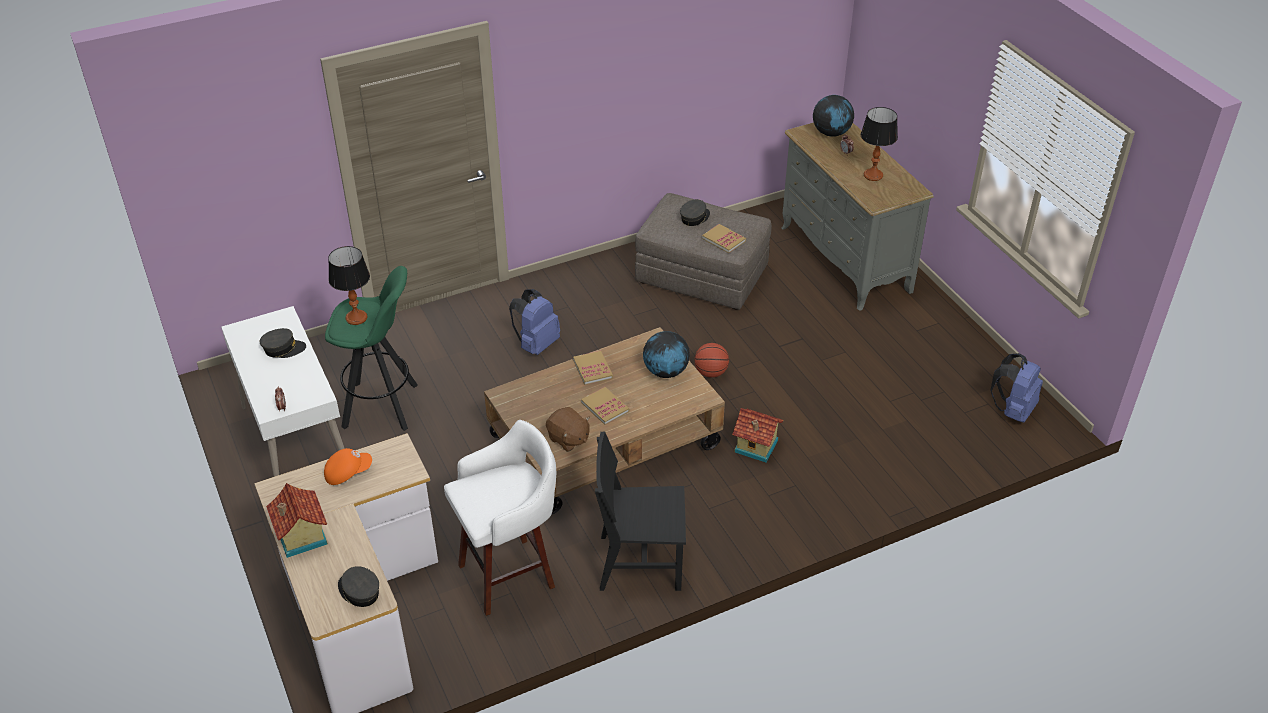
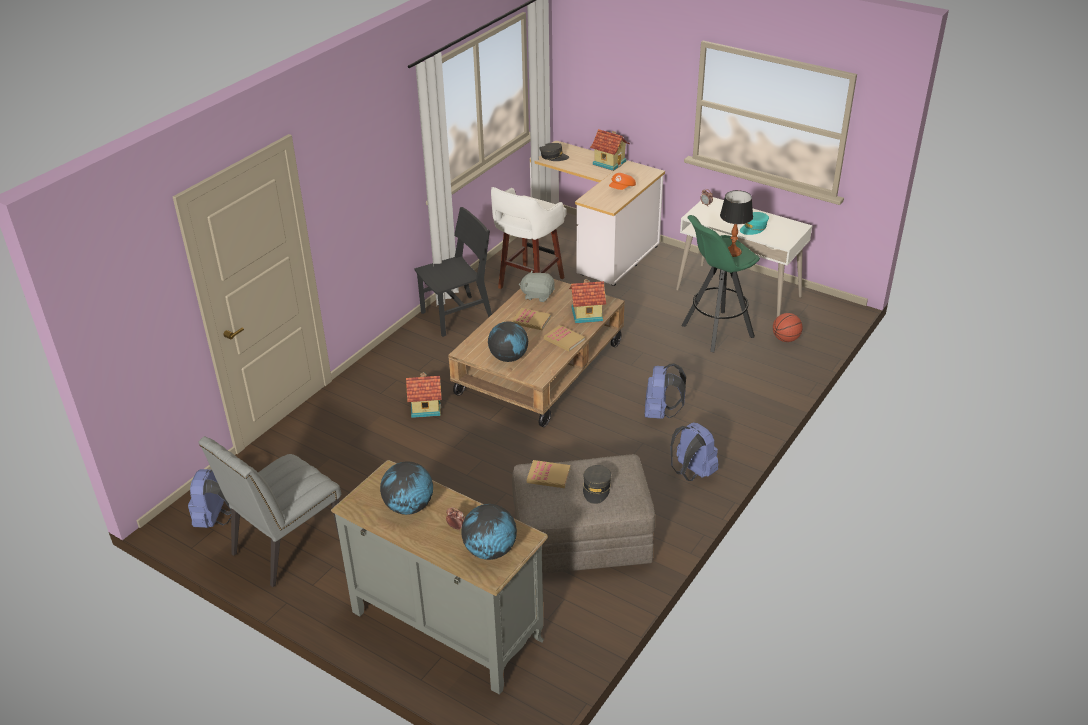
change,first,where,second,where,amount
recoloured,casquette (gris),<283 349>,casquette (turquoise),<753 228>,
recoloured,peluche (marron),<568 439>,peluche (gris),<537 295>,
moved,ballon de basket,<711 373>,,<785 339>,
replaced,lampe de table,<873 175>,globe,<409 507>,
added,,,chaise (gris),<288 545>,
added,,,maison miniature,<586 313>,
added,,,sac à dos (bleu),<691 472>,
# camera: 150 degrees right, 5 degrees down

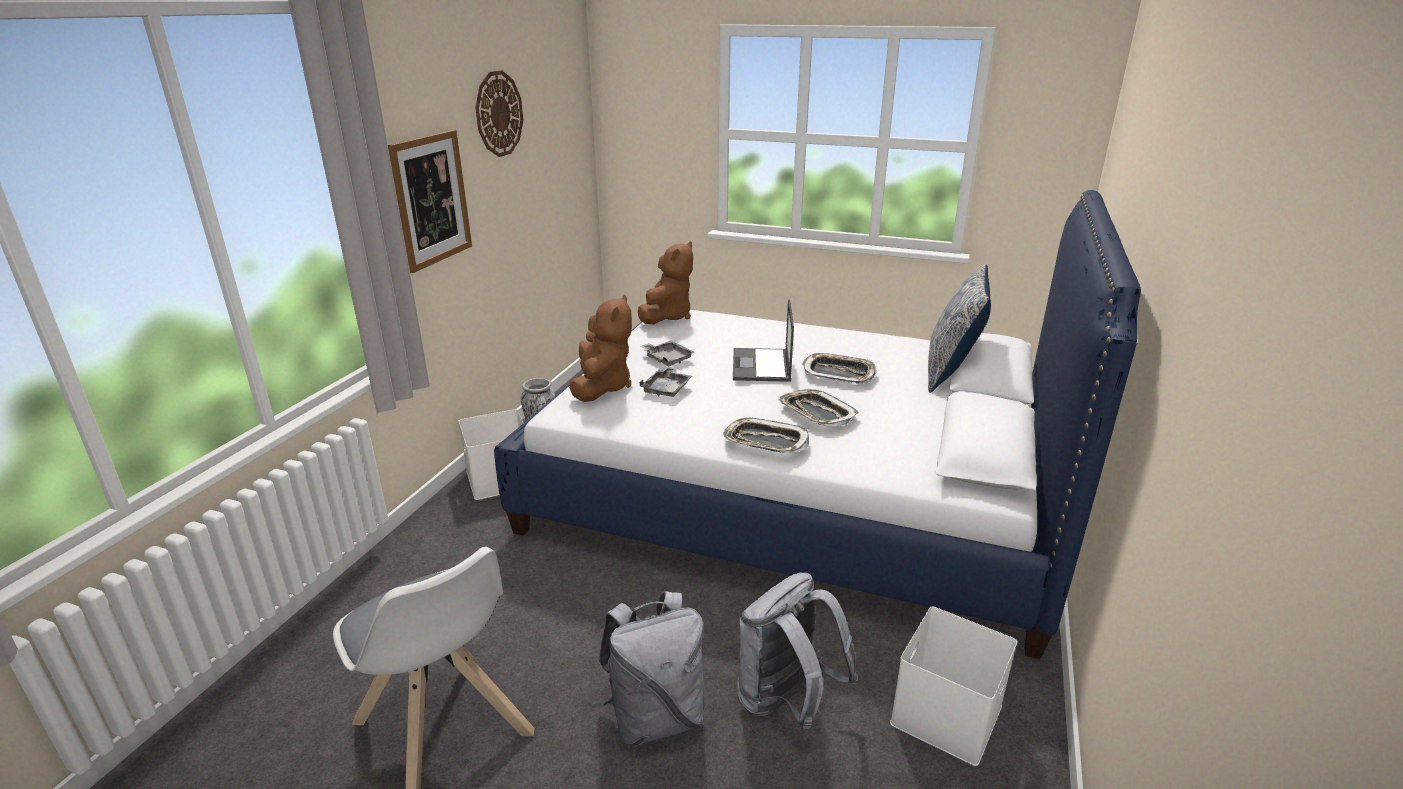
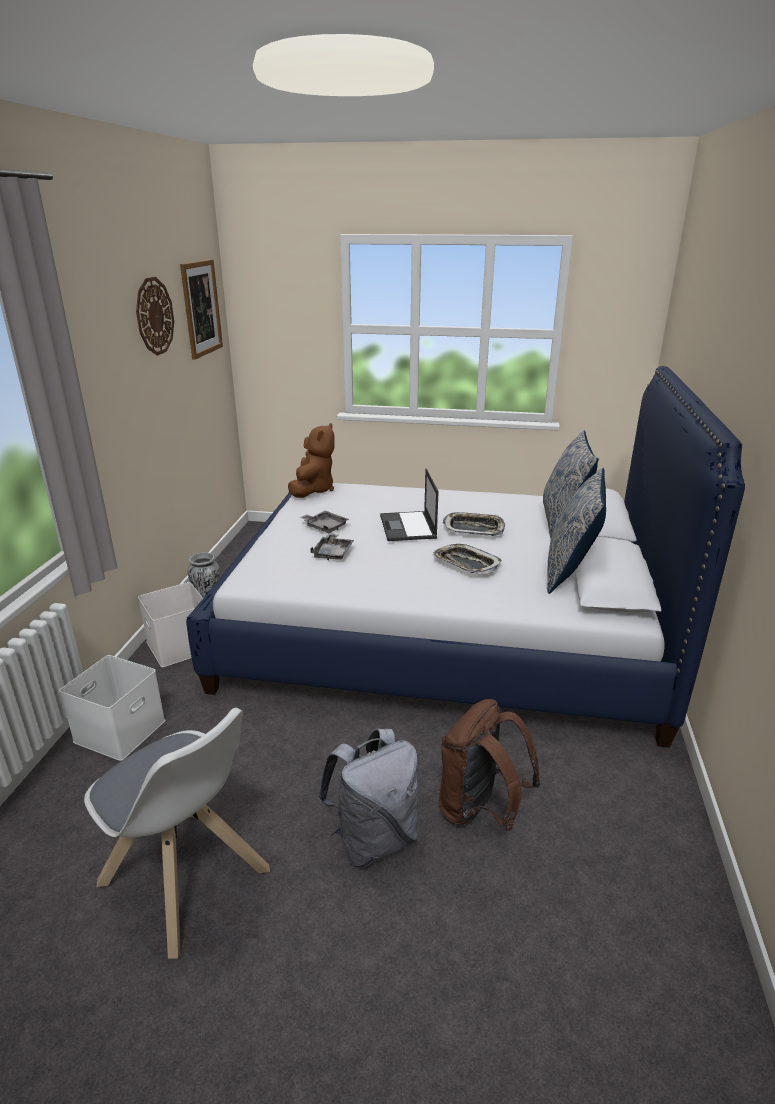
change,first,where,second,where,amount
moved,tableau,<431 199>,,<201 308>,
removed,peluche (marron),<602 387>,,,
removed,plateau,<765 442>,,,
recoloured,sac à dos (gris),<786 702>,sac à dos (marron),<480 811>,
moved,boîte de rangement (blanc),<945 712>,,<120 729>,
added,,,coussin,<570 571>,
# camera: 10 degrees left, 0 degrees up

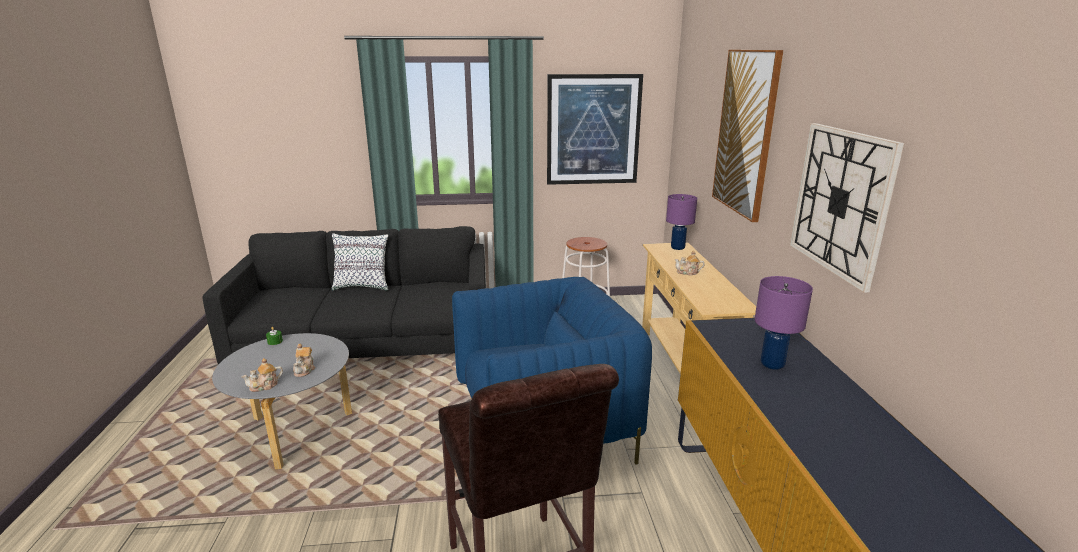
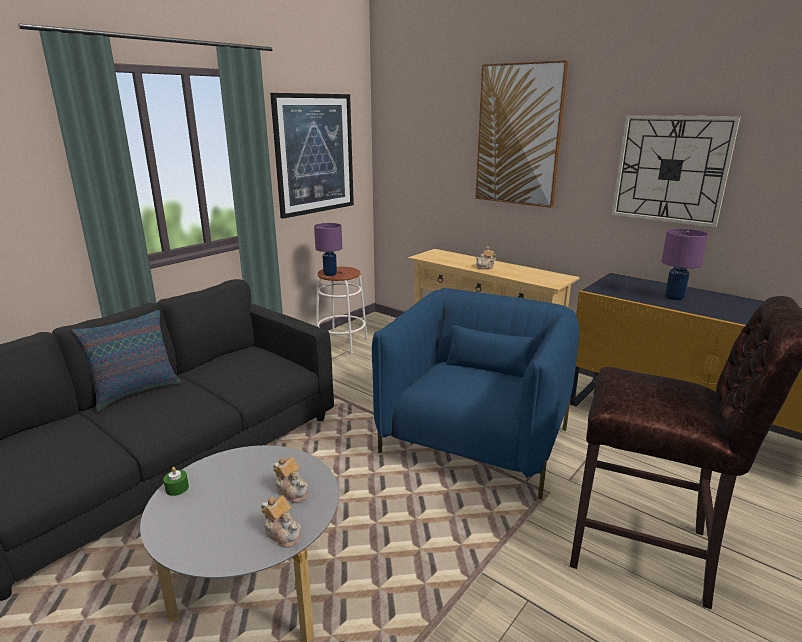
change,first,where,second,where,amount
turned,théière,<265 386>,,<283 533>,60 degrees counterclockwise
recoloured,coussin (blanc),<362 287>,coussin (bleu),<136 392>,
moved,lampe de table (violet),<678 248>,,<331 274>,
# camera: 45 degrees left, 0 degrees up

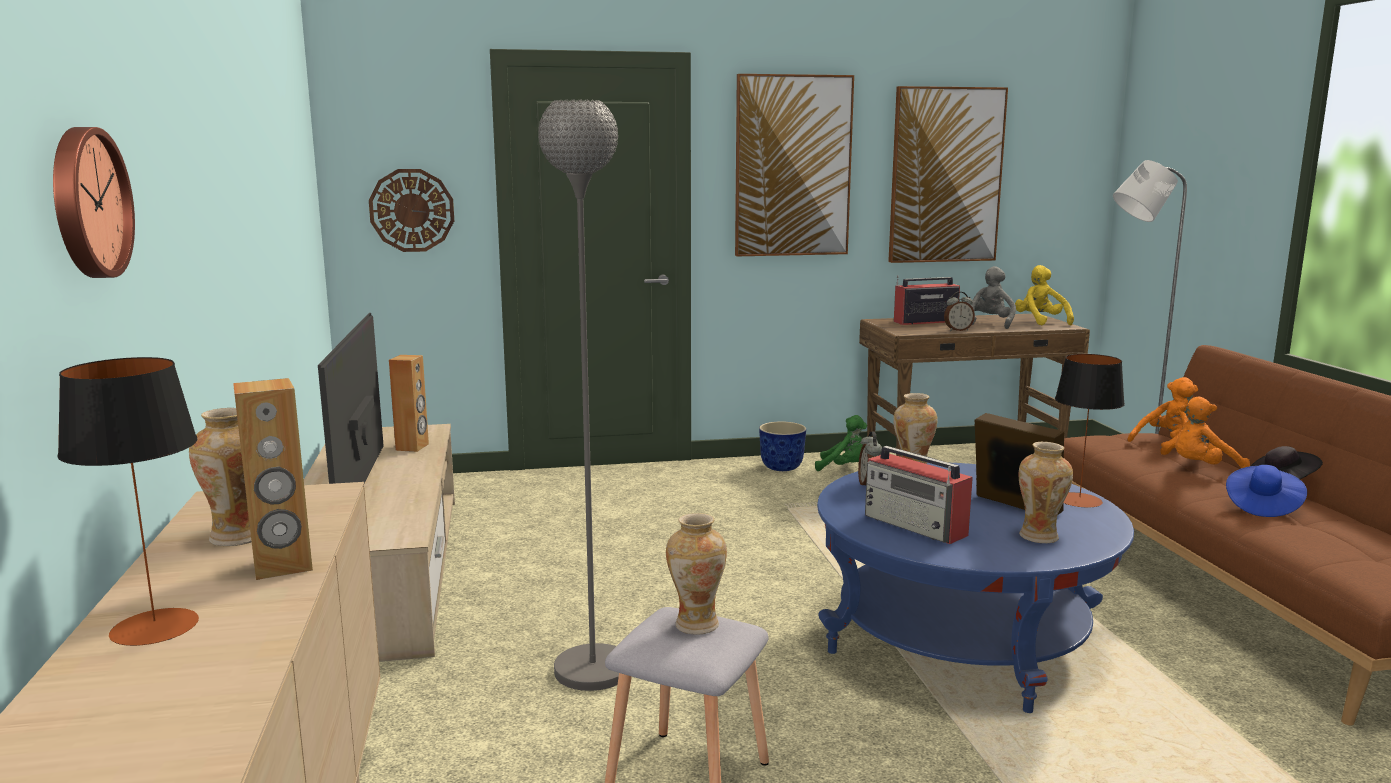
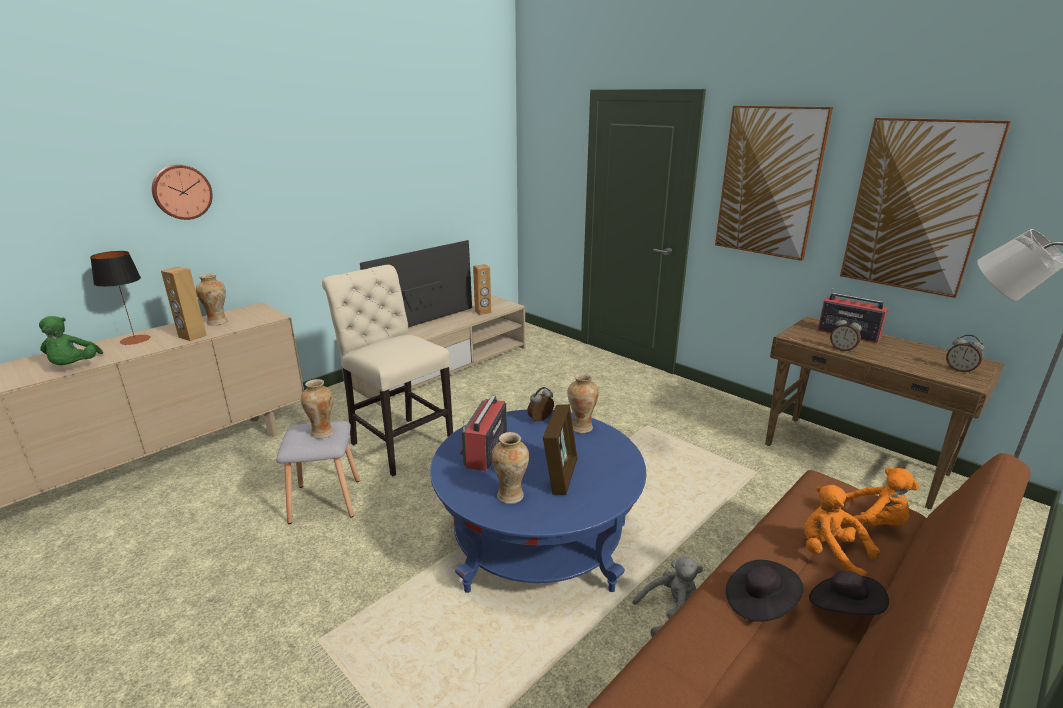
change,first,where,second,where,amount
removed,horloge murale,<412 210>,,,
replaced,lampadaire (gris),<592 670>,tabouret (beige),<399 443>,
removed,cache-pot,<782 468>,,,
moved,peluche (vert),<844 468>,,<74 367>,
moved,peluche (gris),<989 323>,,<669 613>,
replaced,peluche (jaune),<1040 322>,réveil,<960 370>,
removed,lampe de table,<1079 500>,,,
recoloured,chapeau (bleu),<1262 506>,chapeau (noir),<759 602>,
# camera: 55 degrees right, 10 degrees up

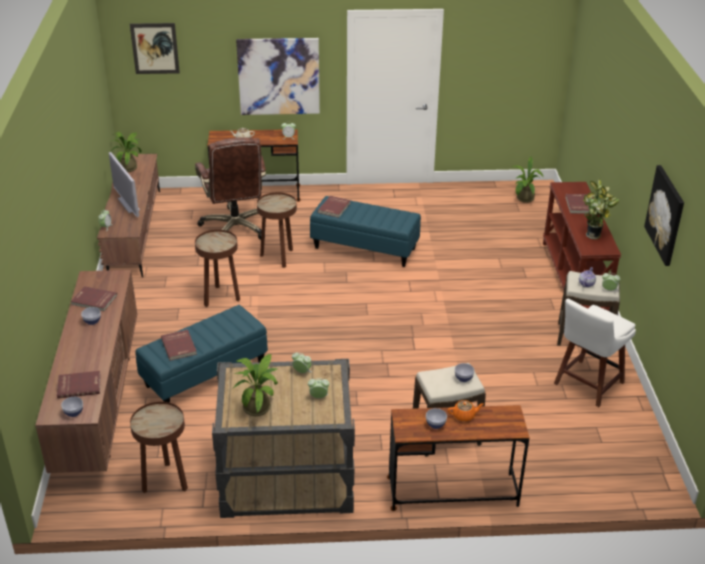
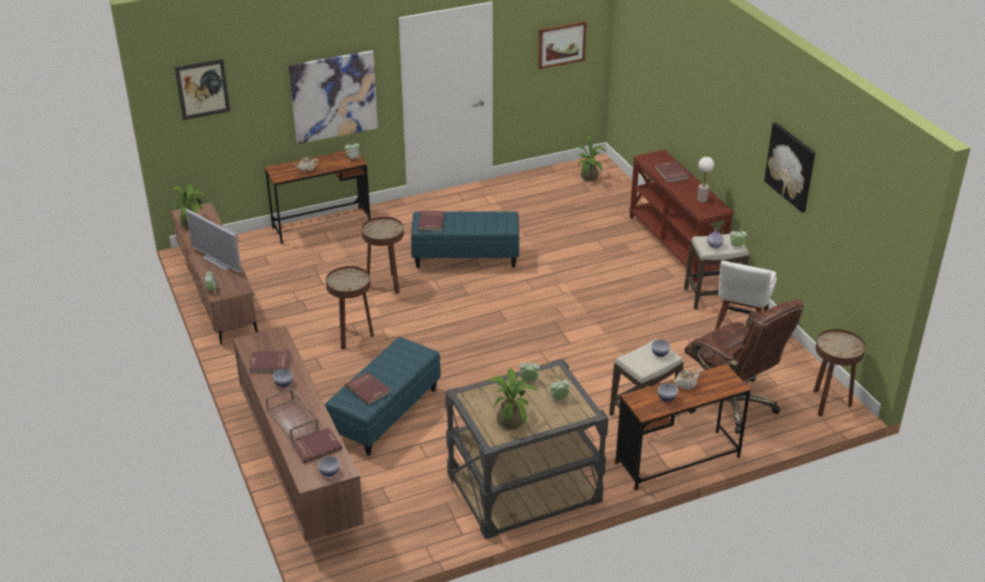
change,first,where,second,where,amount
moved,table d'appoint (marron),<165 482>,,<828 404>,
moved,chaise de bureau (marron),<235 226>,,<731 403>,
recoloured,théière (orange),<464 416>,théière (beige),<686 384>,
replaced,plante en pot,<595 236>,lampe de table,<702 199>,
added,,,plateau (marron),<293 420>,
added,,,tableau,<561 44>,
# camera: 20 degrees left, 0 degrees up

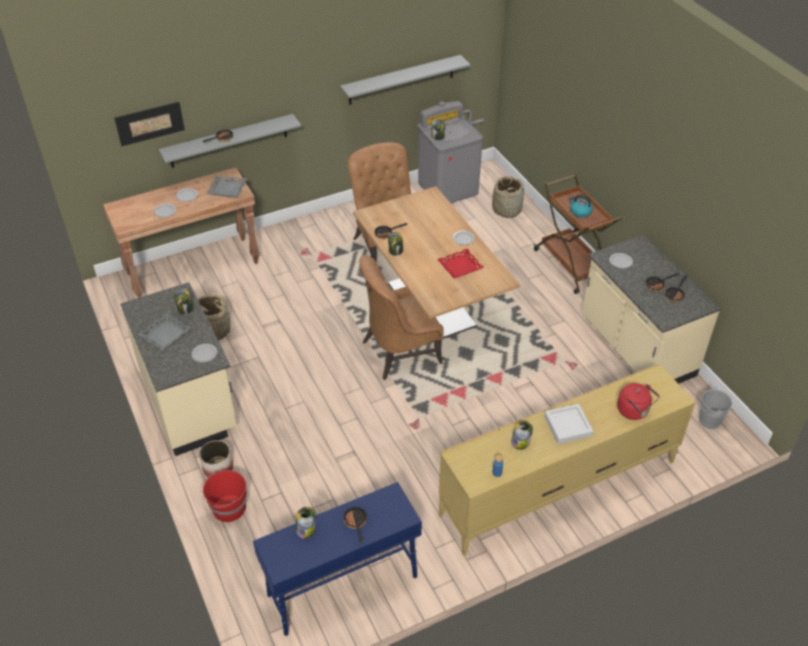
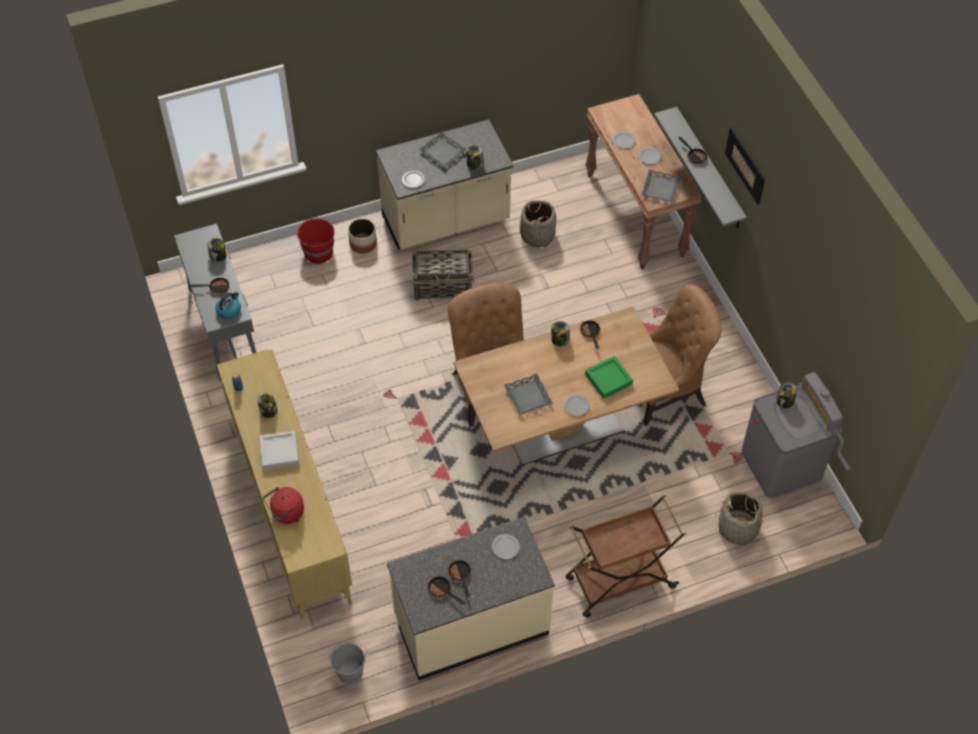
change,first,where,second,where,amount
moved,tableau,<150 123>,,<745 165>,
recoloured,table console (bleu),<342 585>,table console (gris),<225 328>,
removed,étagère (gris),<401 80>,,,
recoloured,plateau (rouge),<460 266>,plateau (gris),<528 396>,
moved,bouilloire,<580 212>,,<229 310>,
added,,,panier,<443 286>,
added,,,plateau (vert),<608 379>,
# camera: 95 degrees right, 10 degrees up

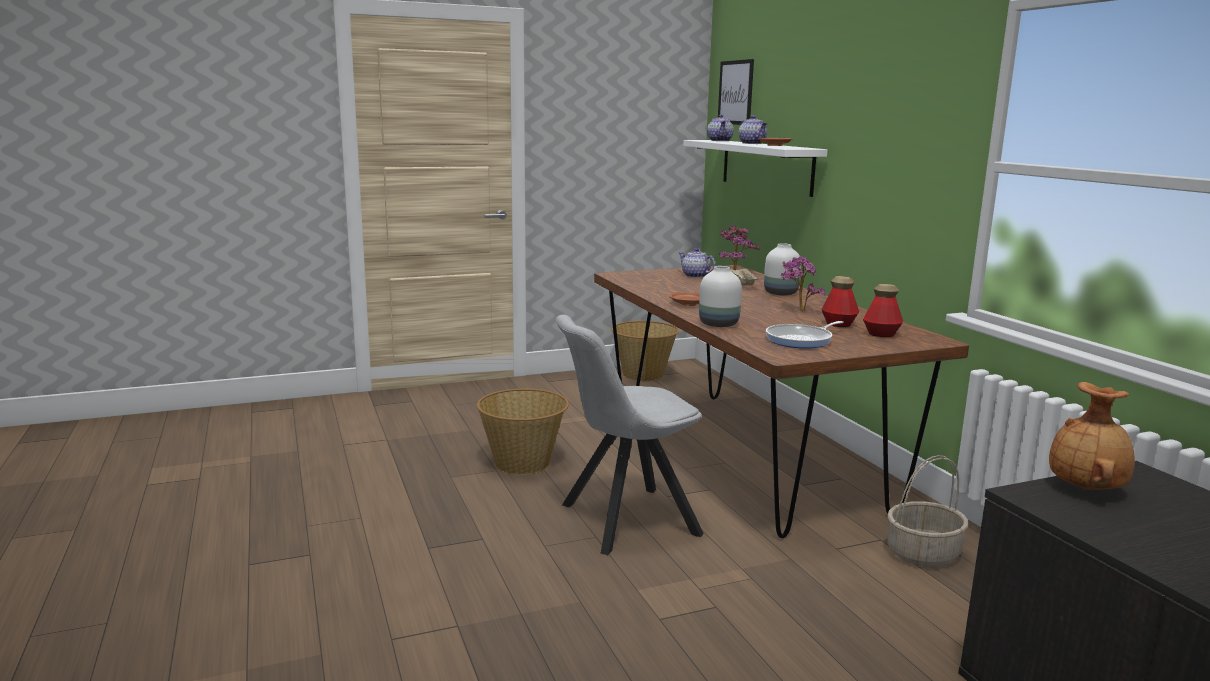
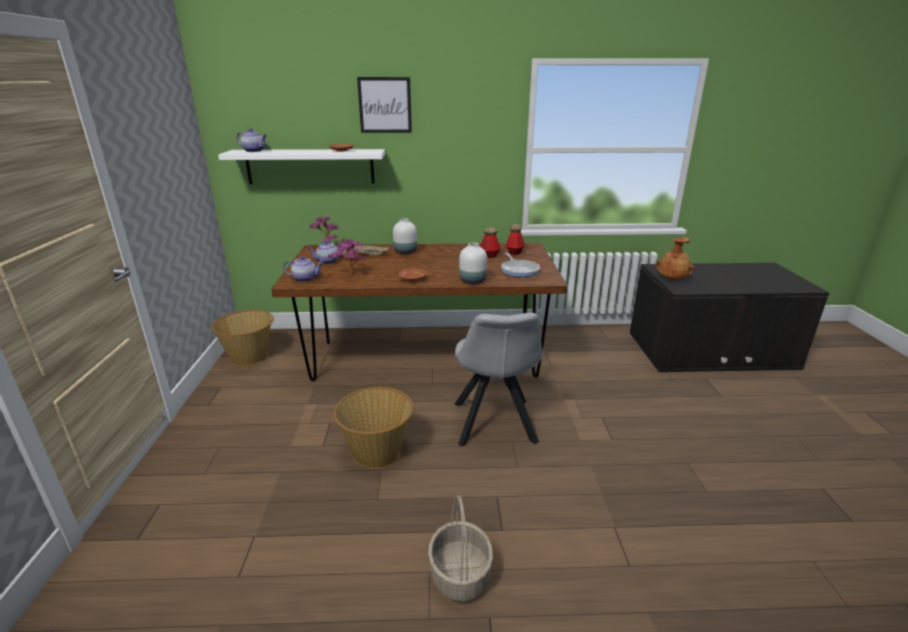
change,first,where,second,where,amount
moved,tableau,<735 92>,,<385 105>,
moved,théière,<752 143>,,<305 279>,
moved,plante en pot,<798 311>,,<351 276>,
moved,panier,<923 553>,,<459 575>,
# camera: 70 degrees left, 10 degrees up

